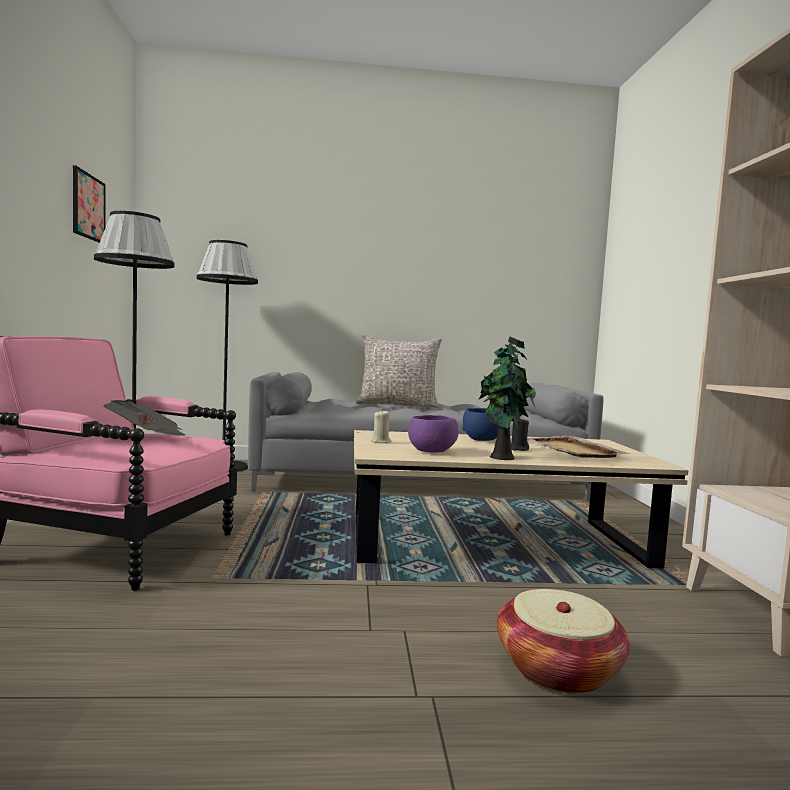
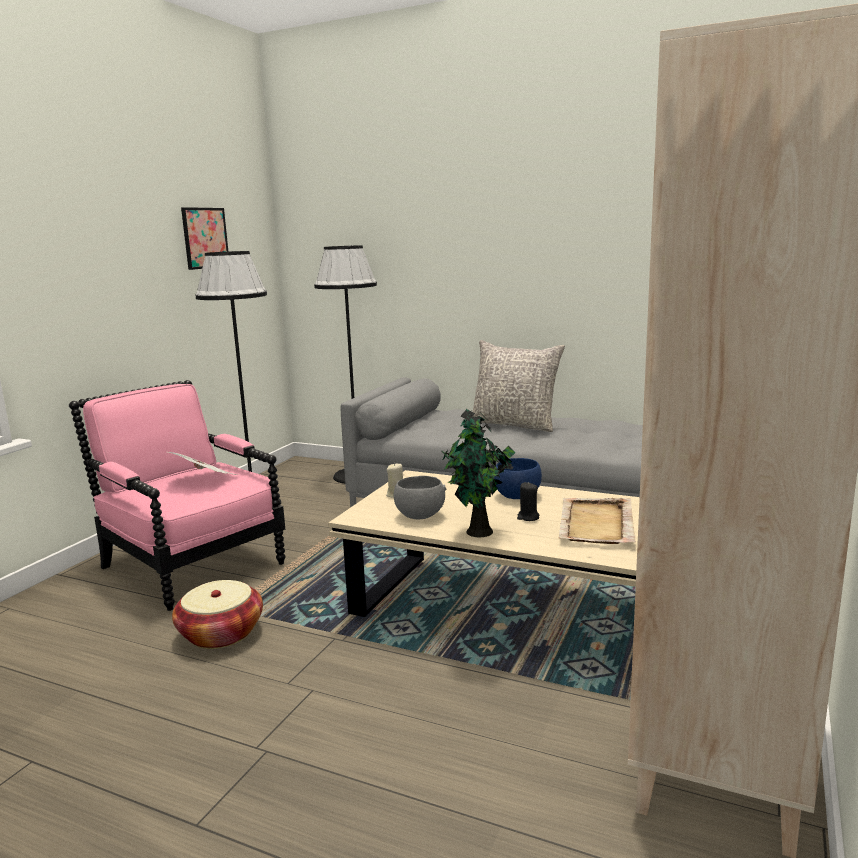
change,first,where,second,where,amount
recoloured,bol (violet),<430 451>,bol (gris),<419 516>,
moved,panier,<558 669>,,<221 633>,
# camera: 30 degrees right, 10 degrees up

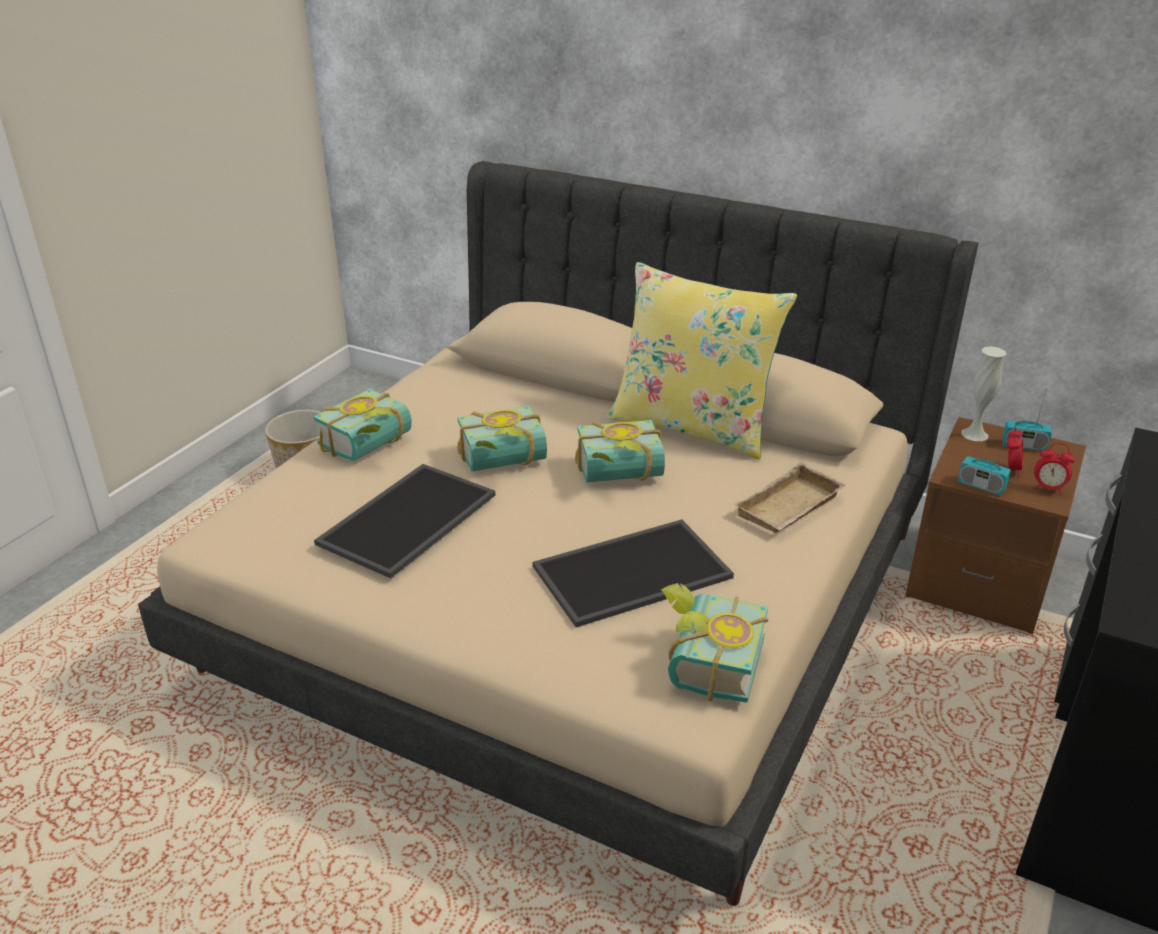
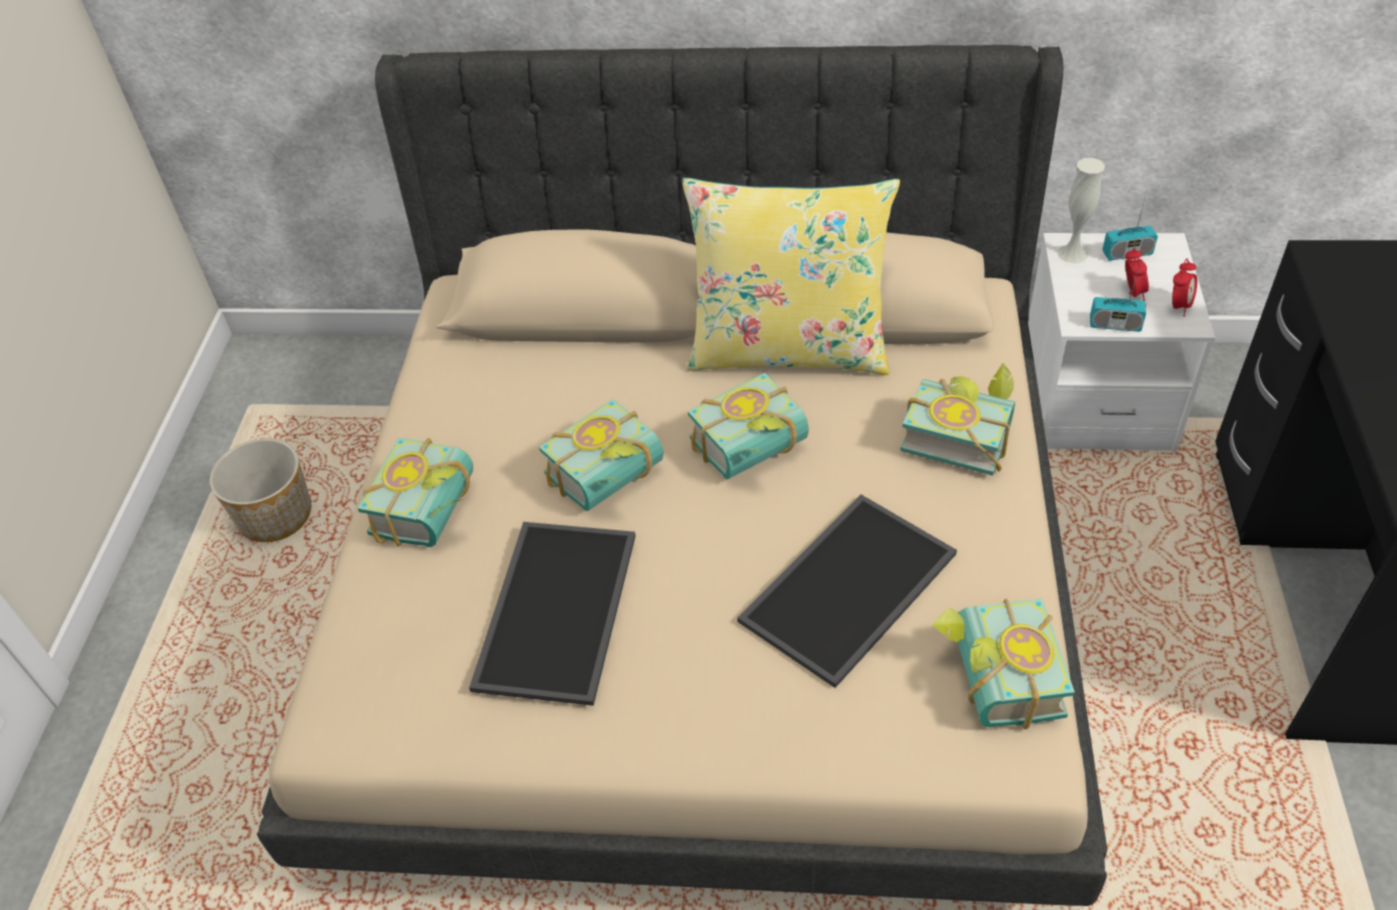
change,first,where,second,where,amount
replaced,plateau (beige),<790 508>,livre,<959 434>,
recoloured,table de chevet (marron),<980 578>,table de chevet (blanc),<1095 398>,
turned,réveil,<1048 489>,,<1179 306>,60 degrees counterclockwise
# camera: 20 degrees left, 15 degrees up

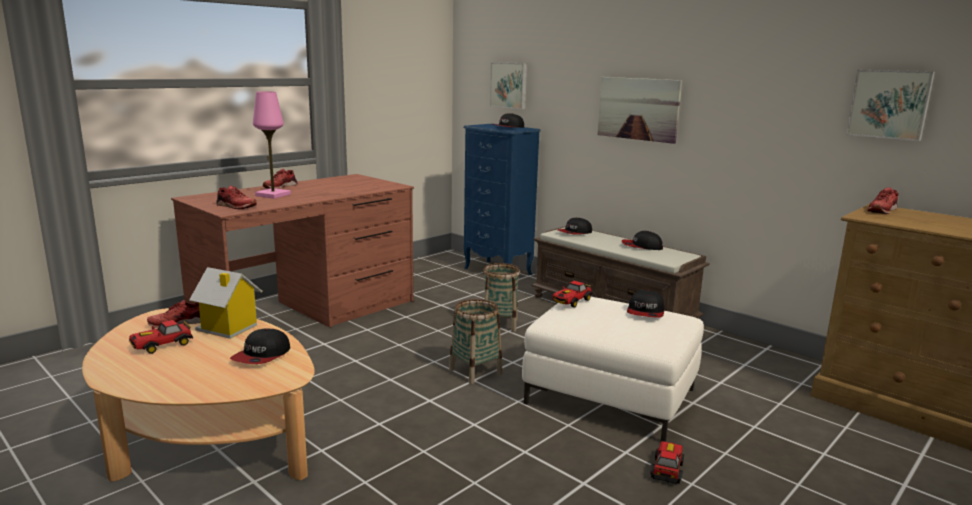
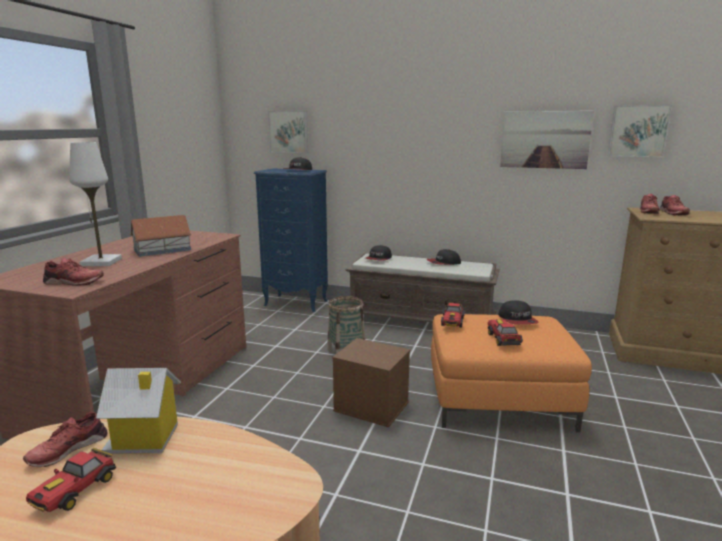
change,first,where,second,where,amount
removed,casquette,<262 356>,,,
recoloured,lampe de table (rose),<273 195>,lampe de table (blanc),<101 262>,
moved,chaussure (rouge),<280 186>,,<672 213>,
replaced,panier,<475 371>,boîte de rangement (marron),<370 406>,
recoloured,pouf (blanc),<611 396>,pouf (orange),<499 400>,
moved,tableau,<638 109>,,<545 139>,
moved,petite voiture,<667 469>,,<502 339>,
added,,,maison miniature,<163 250>,
# camera: 25 degrees left, 0 degrees up

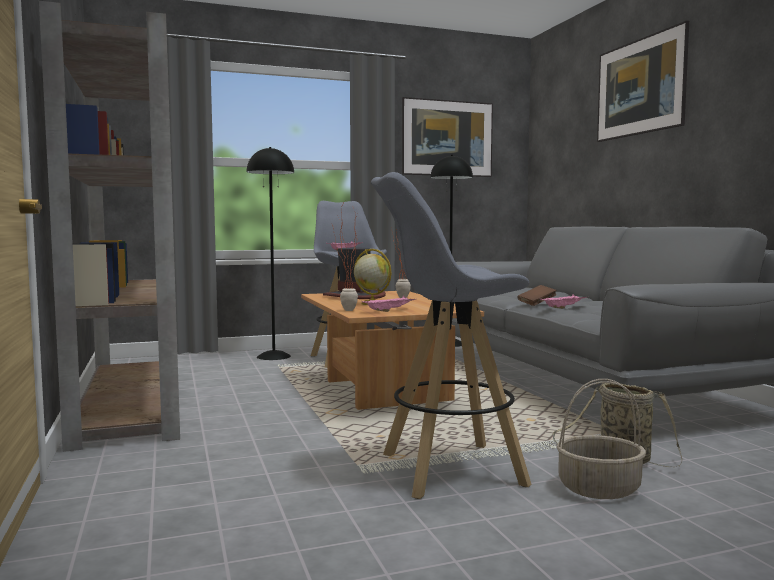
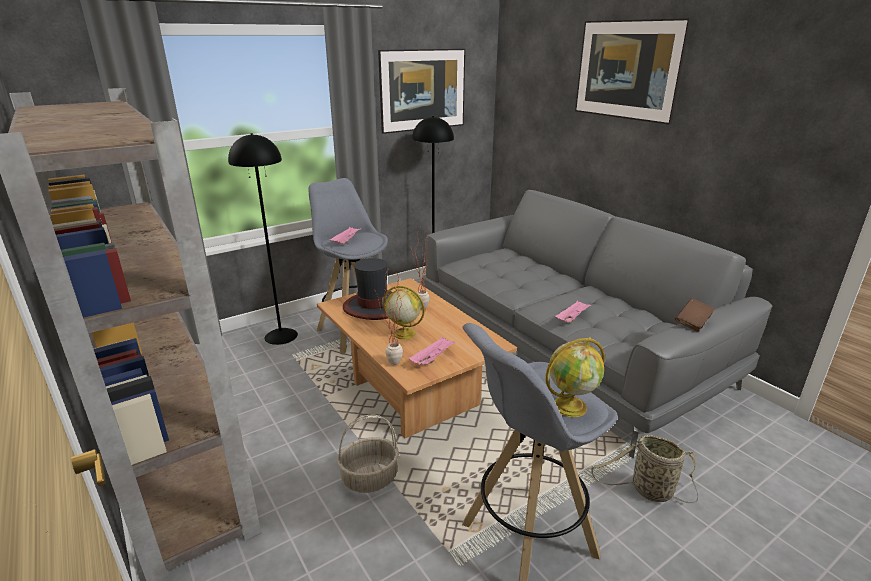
change,first,where,second,where,amount
moved,livre (marron),<537 304>,,<693 323>,
moved,panier,<599 488>,,<370 477>,
added,,,globe,<570 406>,
# camera: 15 degrees left, 20 degrees up

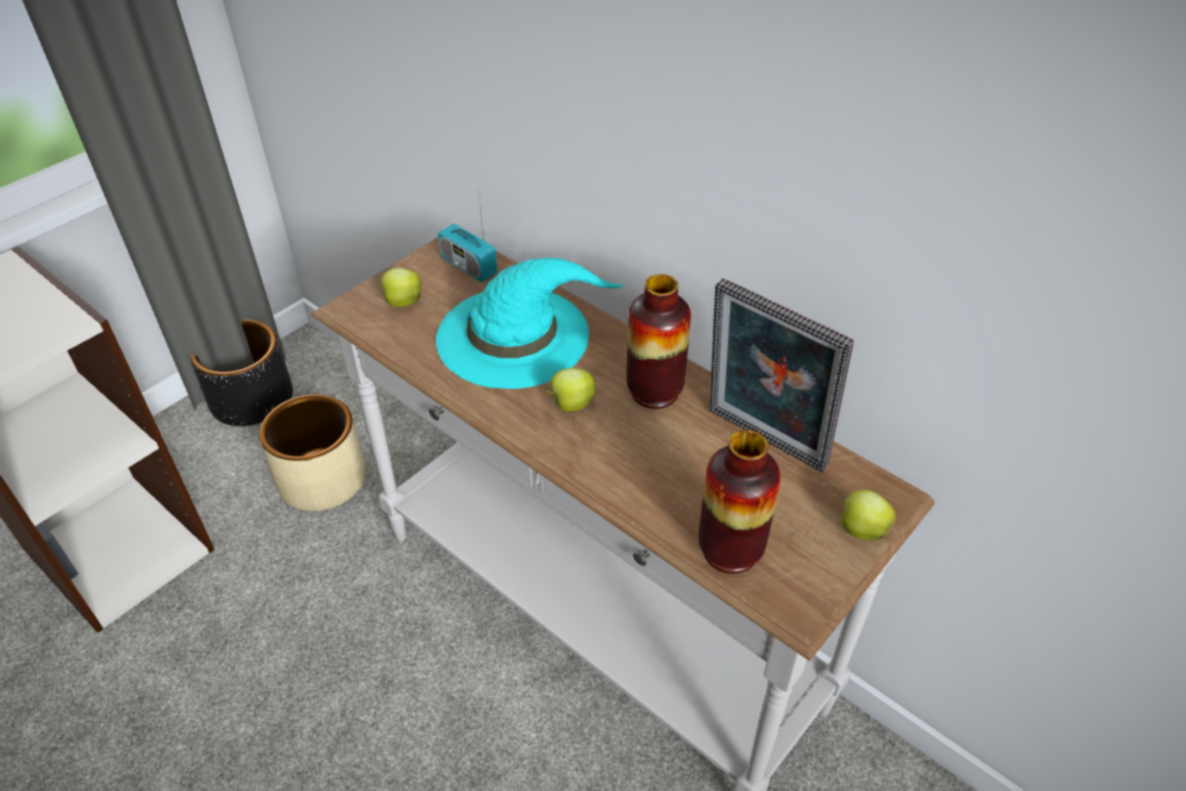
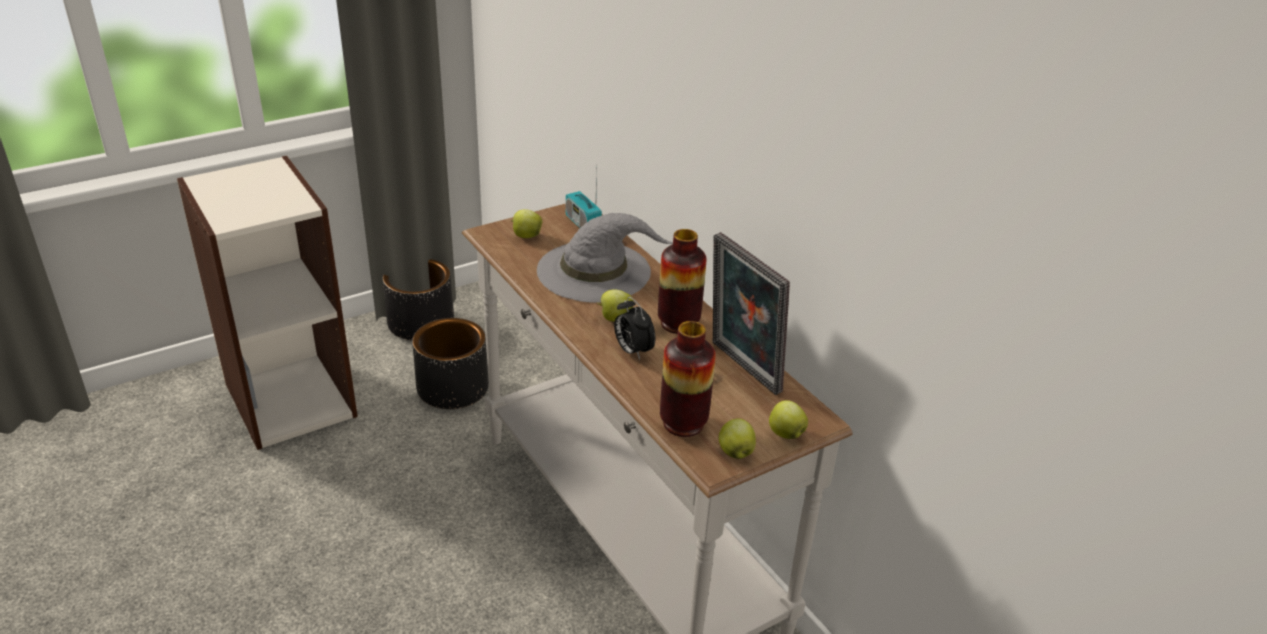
change,first,where,second,where,amount
recoloured,cache-pot (beige),<322 478>,cache-pot (noir),<453 388>,
recoloured,chapeau (turquoise),<515 335>,chapeau (gris),<596 271>,
added,,,réveil,<632 351>,
added,,,pomme,<735 452>,
# camera: 15 degrees right, 10 degrees down

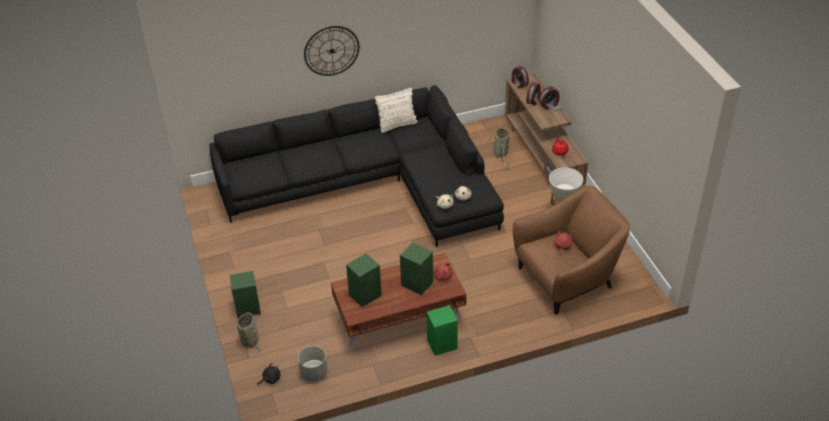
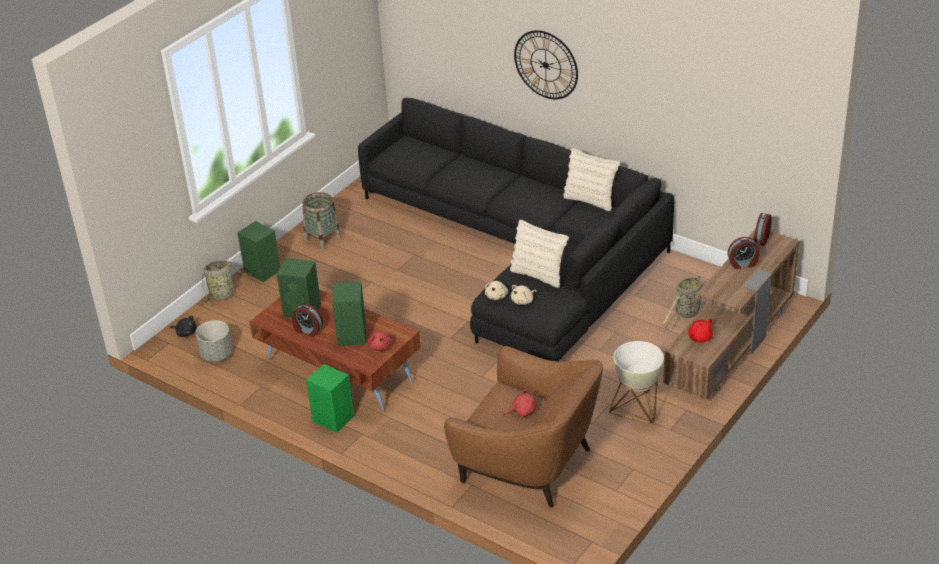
change,first,where,second,where,amount
moved,réveil,<549 105>,,<308 330>,
added,,,panier,<323 239>,
added,,,coussin (beige),<539 275>,
# camera: 55 degrees right, 5 degrees down

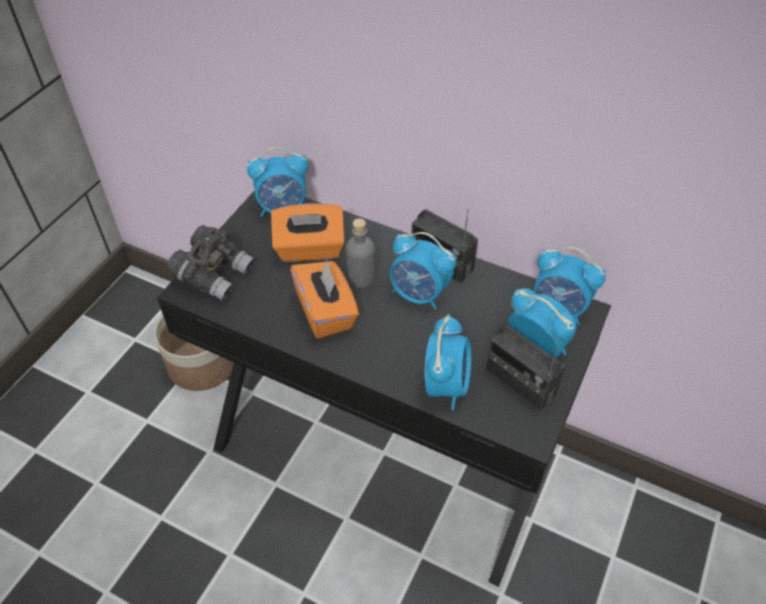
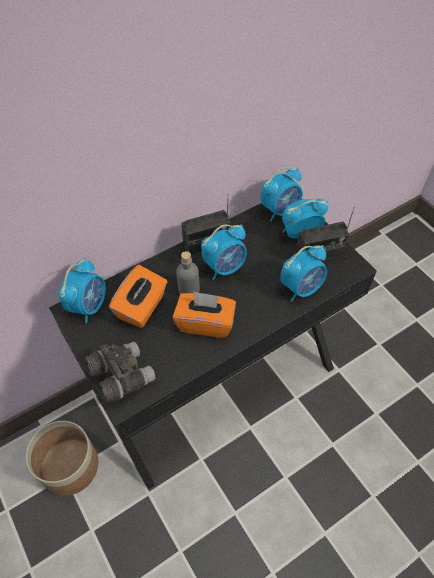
change,first,where,second,where,amount
turned,réveil,<446 385>,,<301 288>,105 degrees clockwise
# camera: 60 degrees left, 5 degrees up

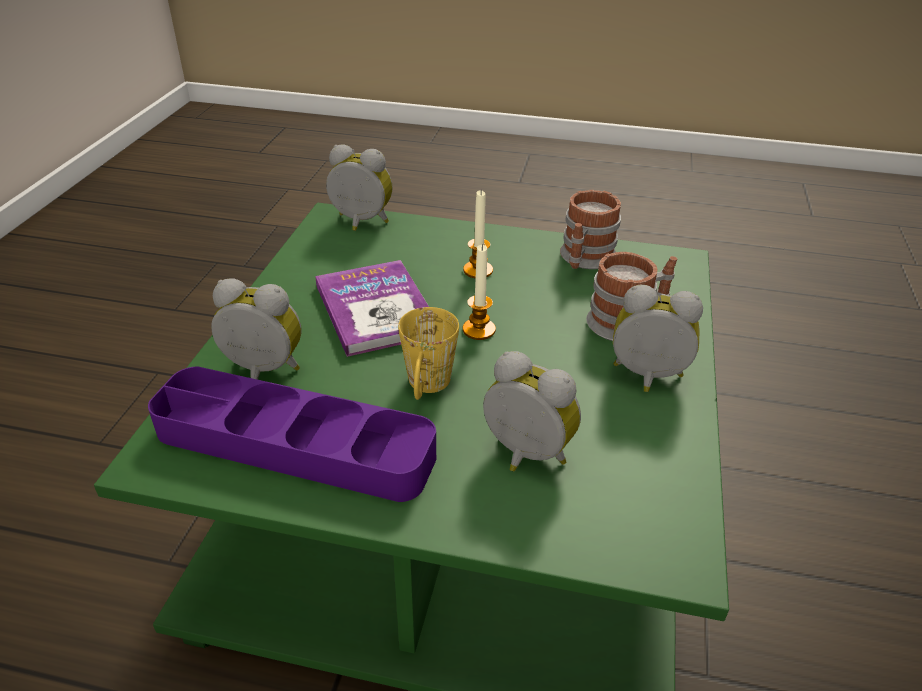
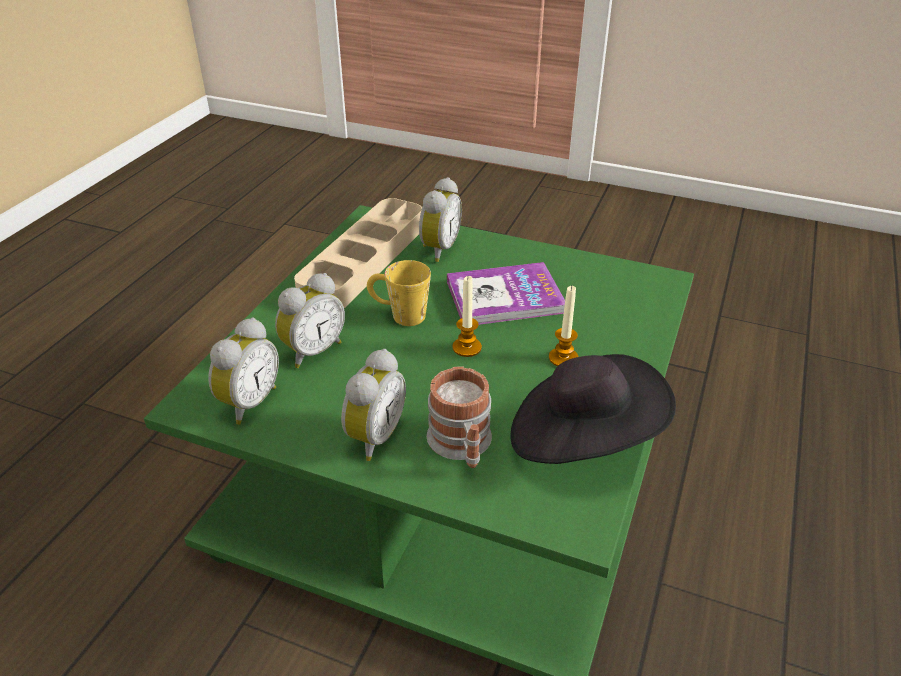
change,first,where,second,where,amount
recoloured,plateau (violet),<294 443>,plateau (beige),<364 261>,
moved,réveil,<360 223>,,<248 402>,
replaced,mug,<584 260>,chapeau (noir),<582 438>,
# camera: 100 degrees right, 0 degrees up

